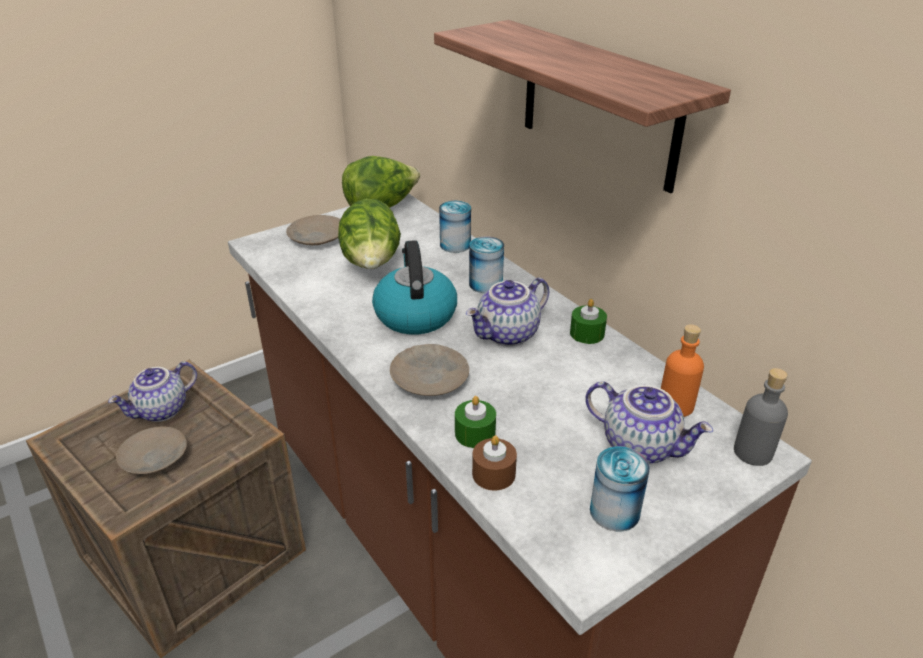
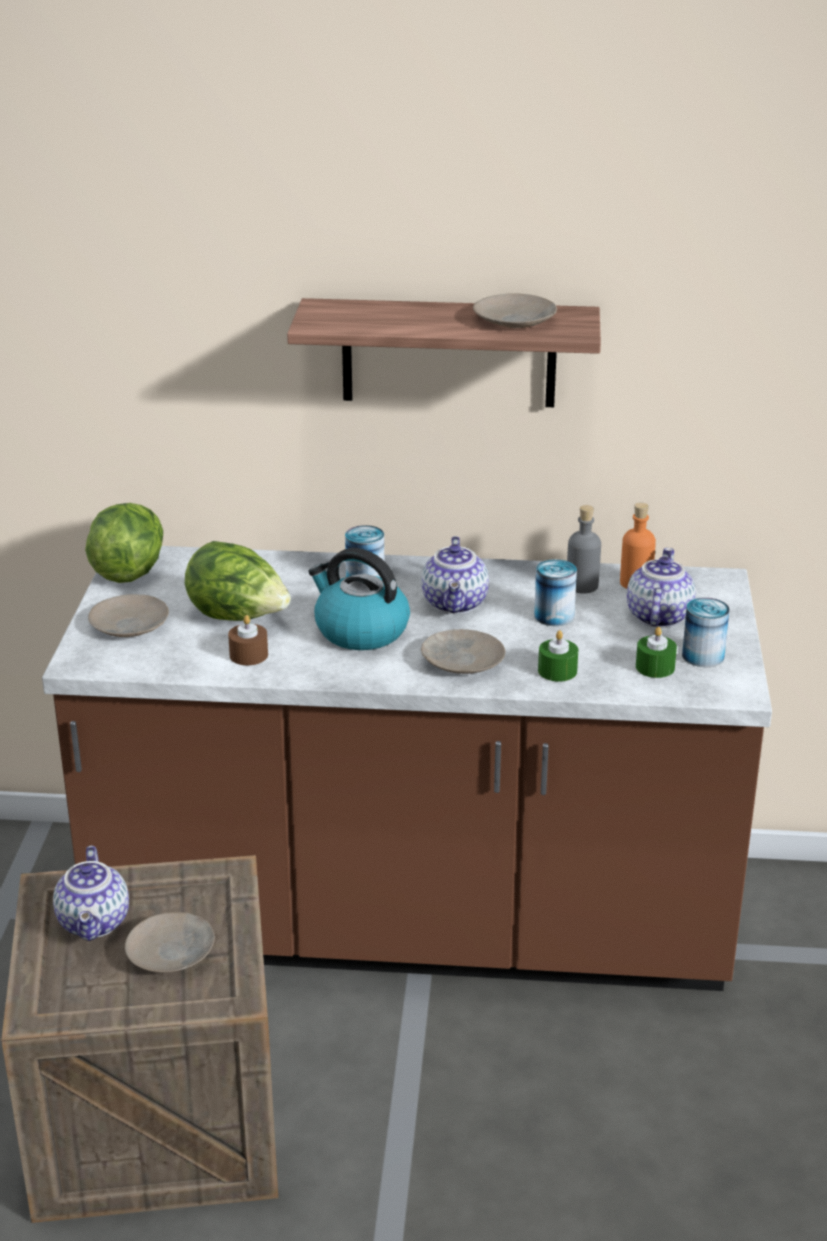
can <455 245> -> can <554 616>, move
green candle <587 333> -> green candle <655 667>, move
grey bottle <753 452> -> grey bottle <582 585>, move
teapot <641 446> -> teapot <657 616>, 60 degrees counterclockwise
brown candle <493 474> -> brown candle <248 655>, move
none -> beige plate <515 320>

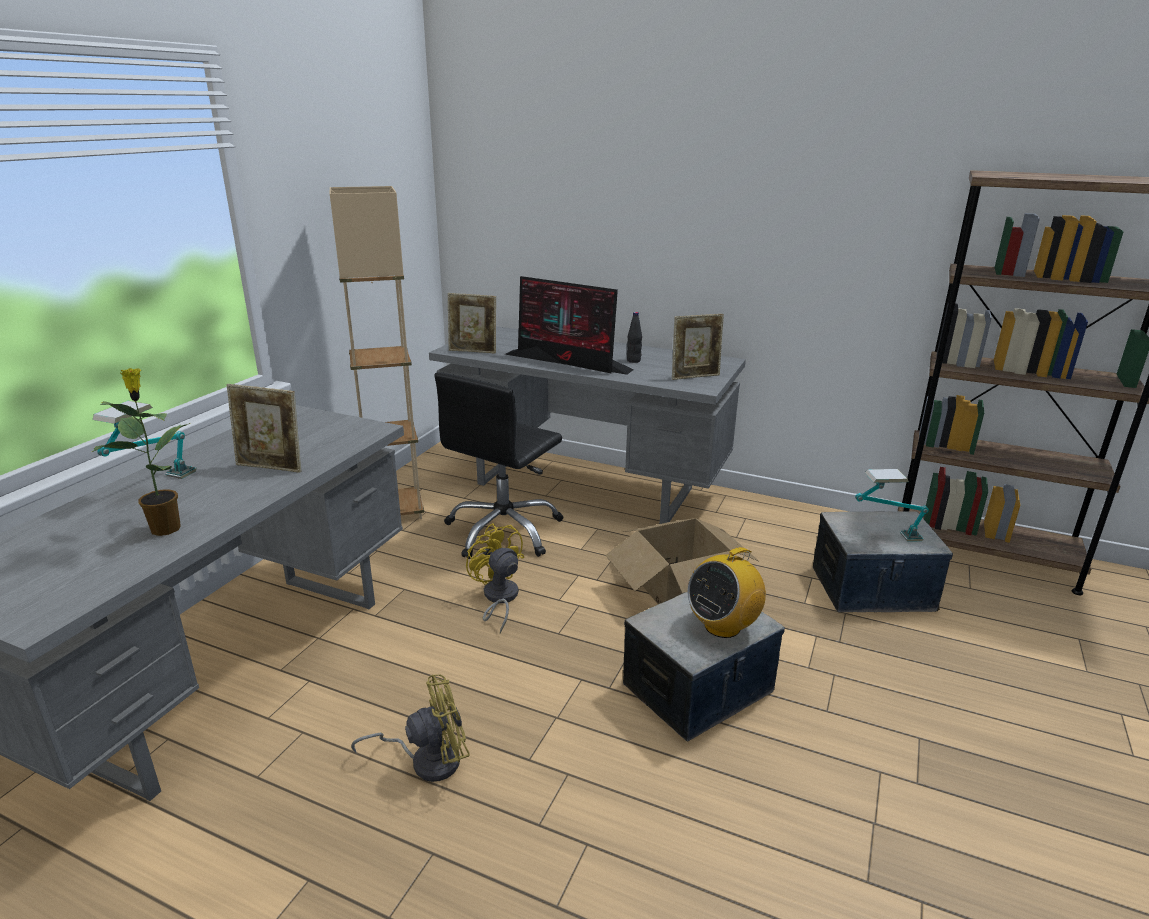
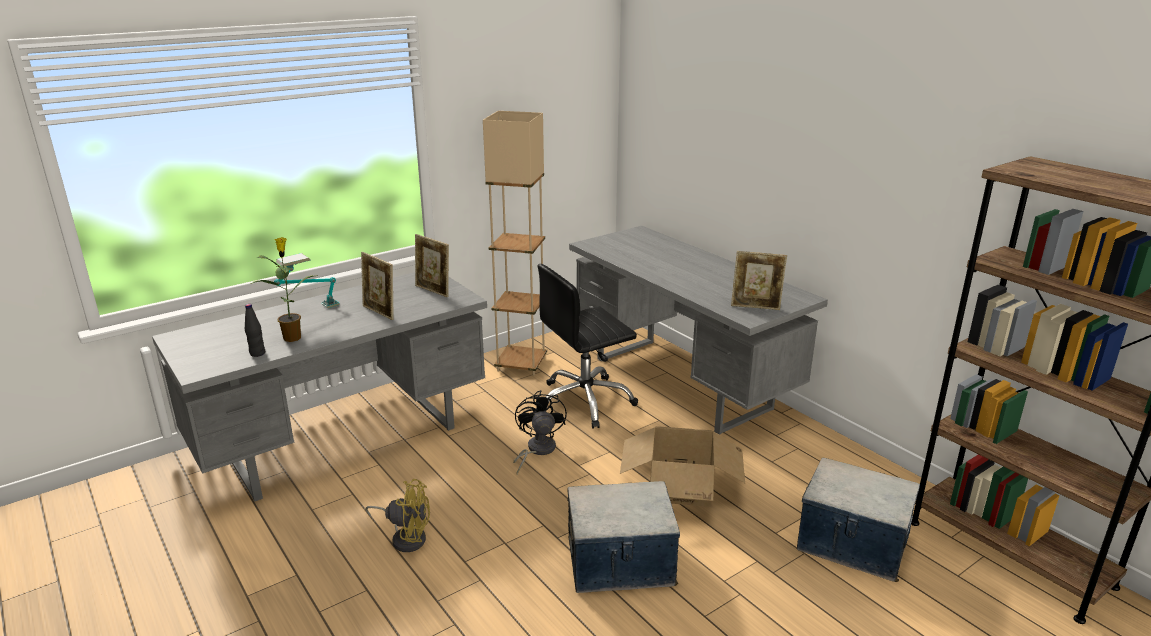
monitor <569 362> -> none
picture frame <473 351> -> picture frame <433 291>, move
black bottle <633 361> -> black bottle <257 353>, move
table lamp <885 537> -> none
yellow fan <498 599> -> black fan <537 450>
radio <722 626> -> none

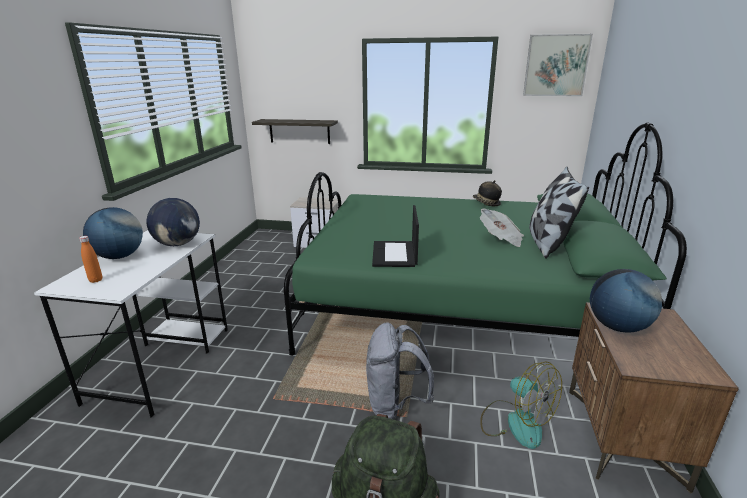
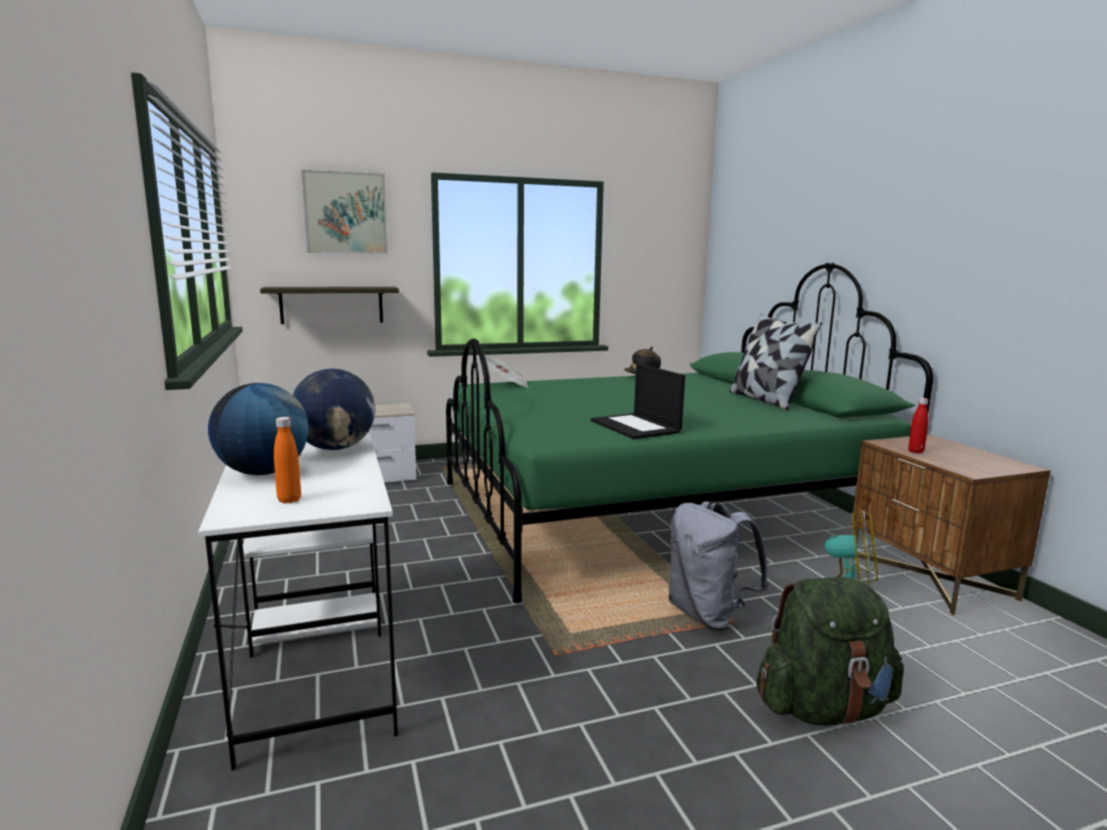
picture <556 65> -> picture <345 213>, move
newspaper <501 239> -> newspaper <505 385>, move
globe <618 327> -> red bottle <915 451>

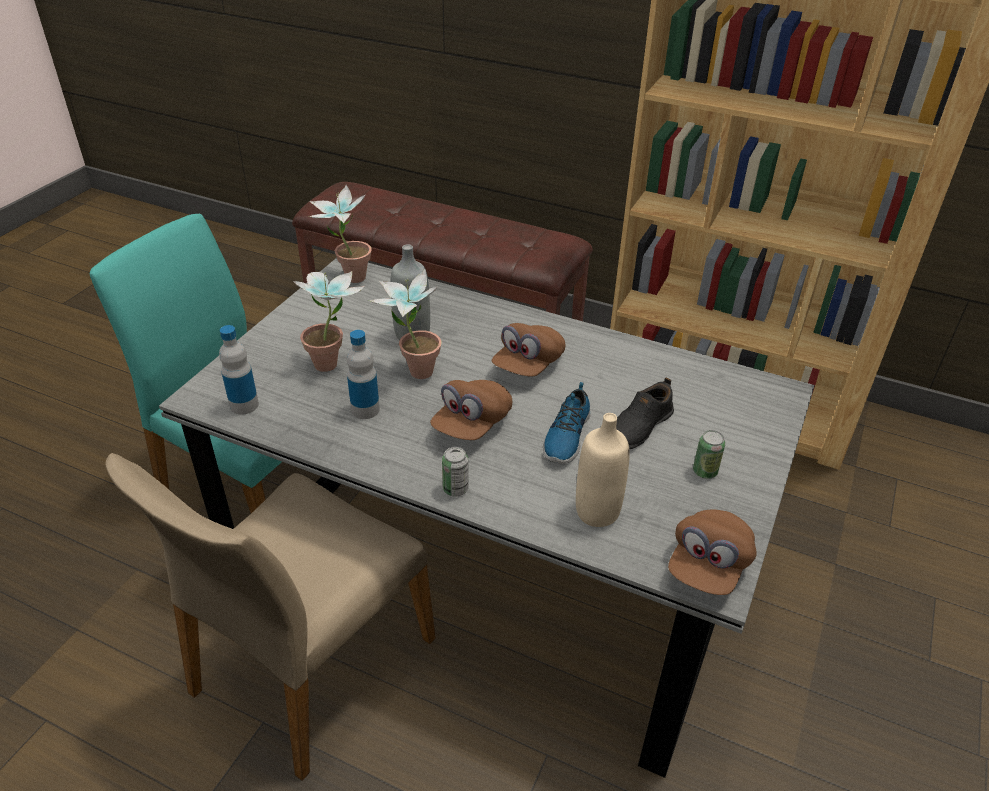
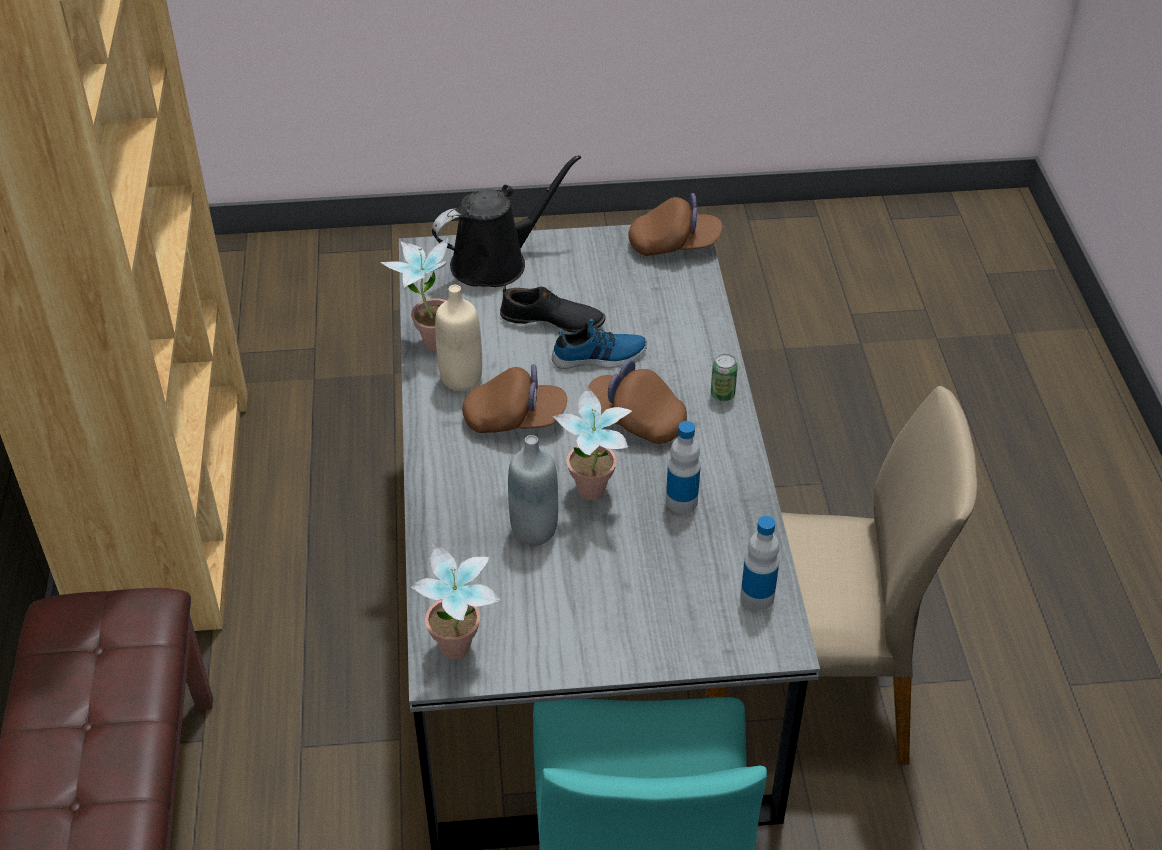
potted plant <334 363> -> potted plant <429 338>, move
brown cap <472 424> -> brown cap <636 420>, 150 degrees counterclockwise
beige bottle <597 512> -> beige bottle <461 378>, move
can <705 471> -> none
none -> black watering can <496 262>

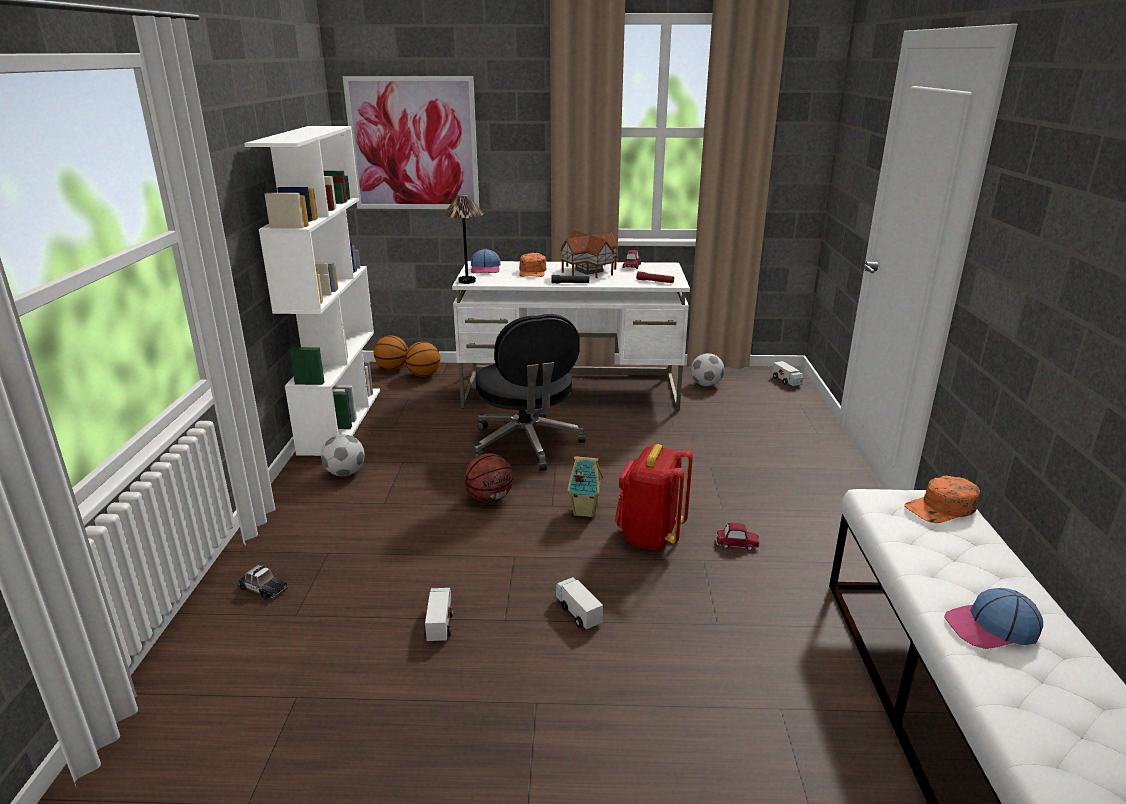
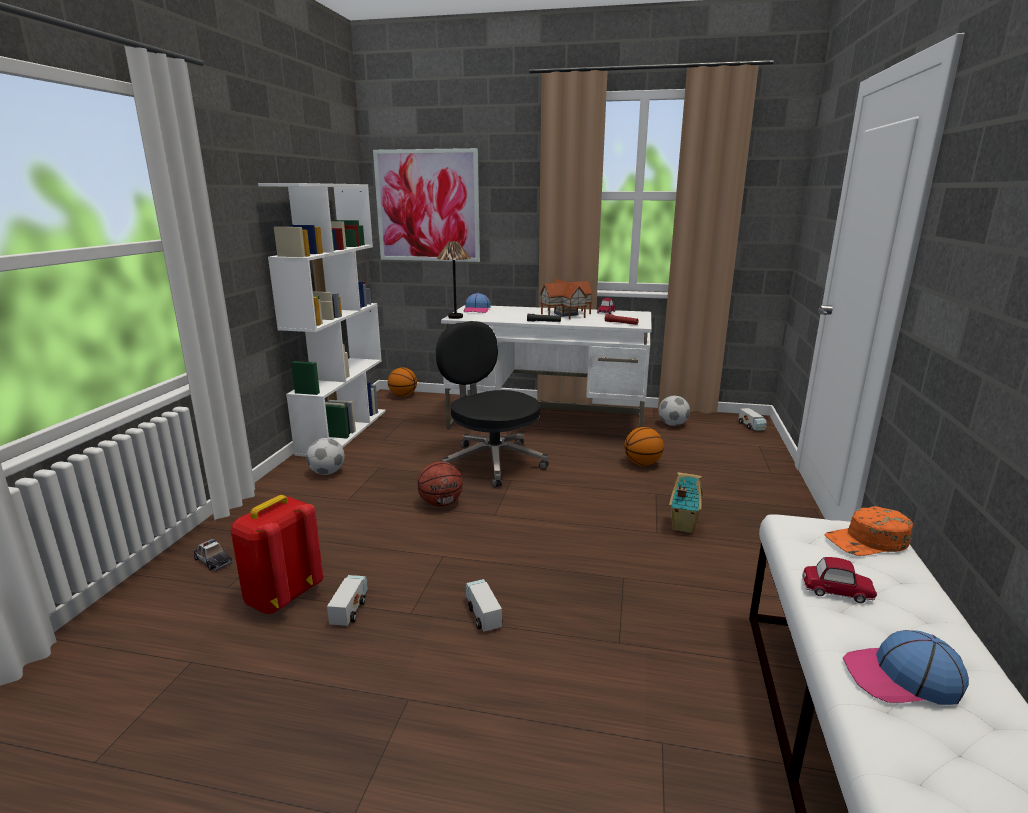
orange cap <532 272> -> none
black office chair <527 444> -> black office chair <492 461>, 150 degrees clockwise
basketball <423 375> -> basketball <642 463>, move
red backpack <650 537> -> red backpack <282 596>, move
toy house <584 511> -> toy house <682 527>, move
toy car <737 543> -> toy car <836 590>, move

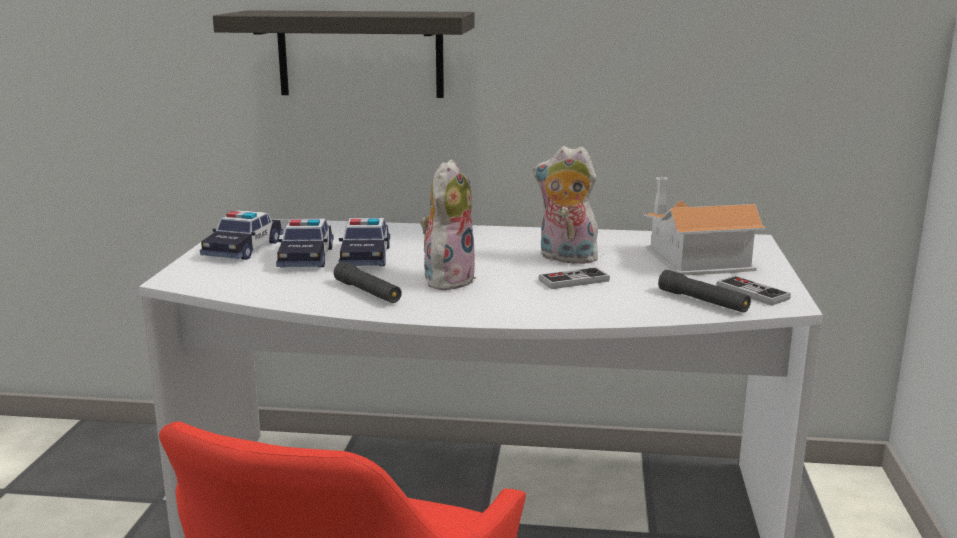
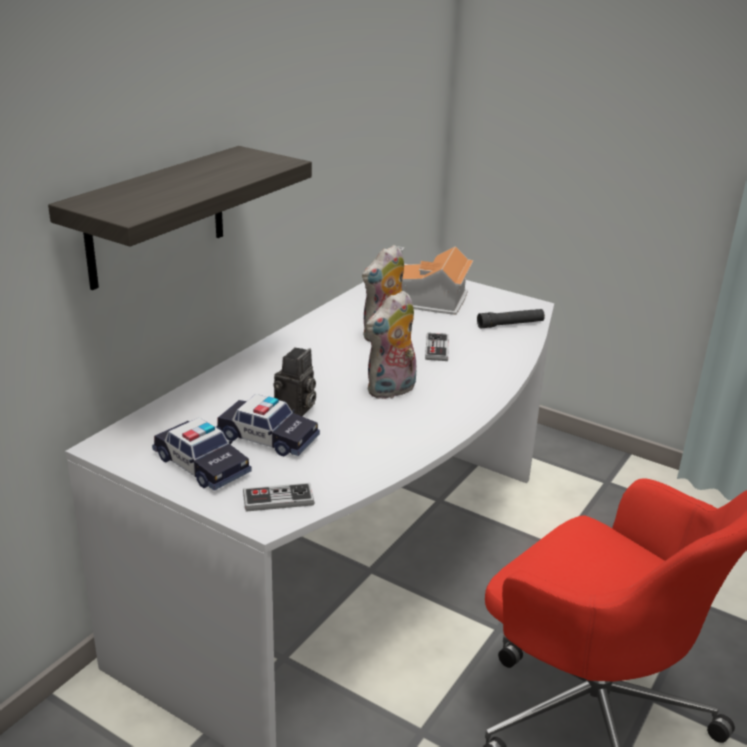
plush toy <447 279> -> plush toy <392 391>, 90 degrees counterclockwise
toy car <366 256> -> photo camera <295 410>
black flashlight <368 292> -> none
game controller <752 293> -> game controller <278 499>, move

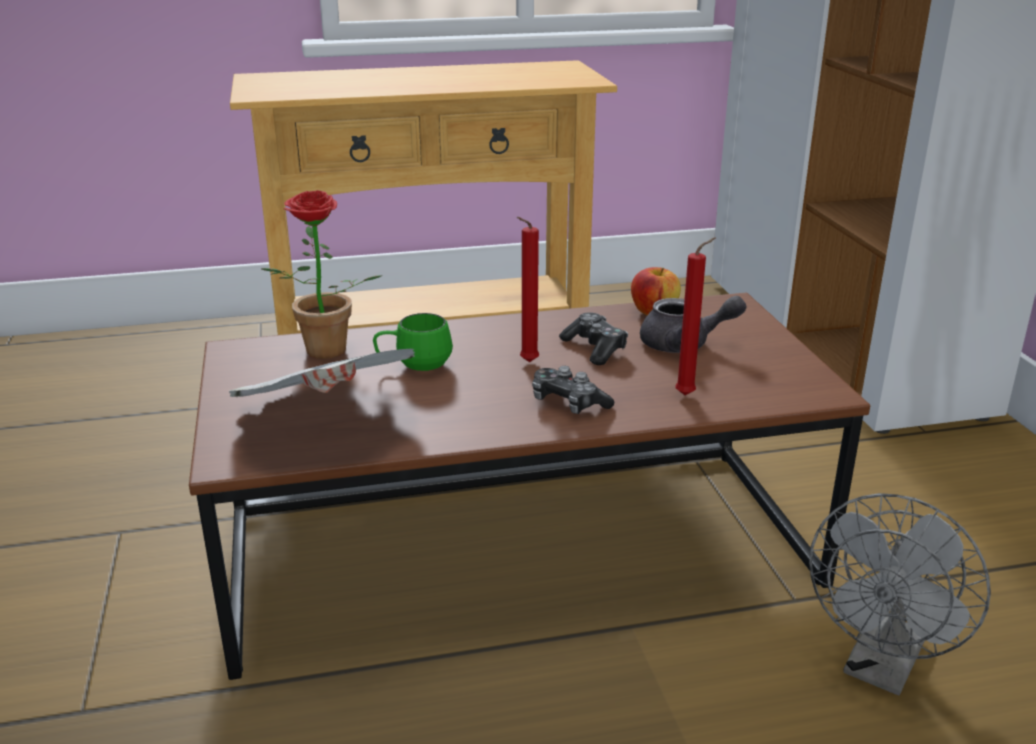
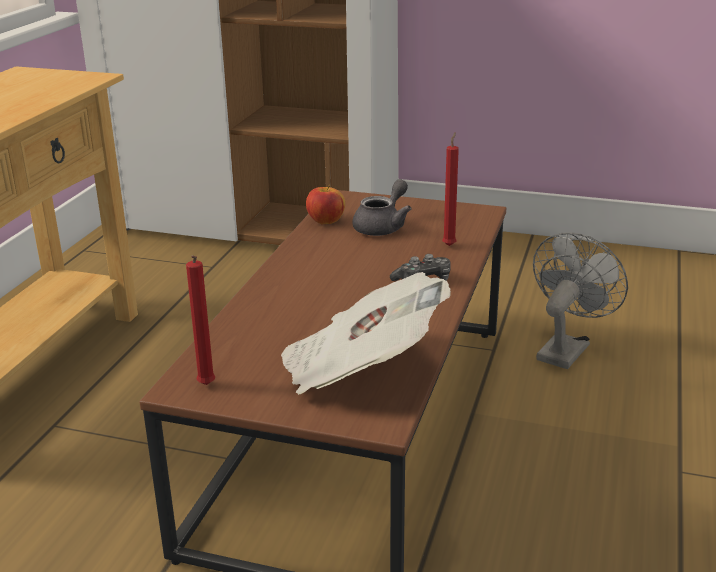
potted plant <322 354> -> none
red candle <526 363> -> red candle <206 386>, move
game controller <595 348> -> none
green mug <414 366> -> none
grey fan <881 668> -> grey fan <566 348>, 120 degrees counterclockwise

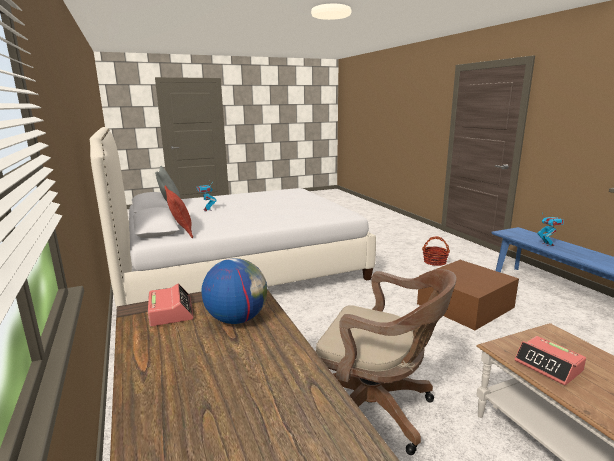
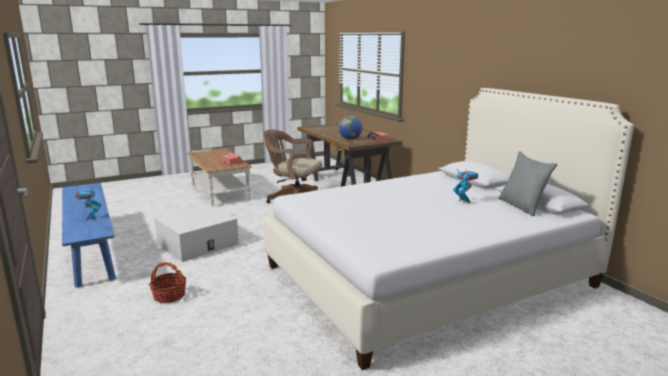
pillow <180 228> -> none
brown storage box <465 305> -> white storage box <197 243>

